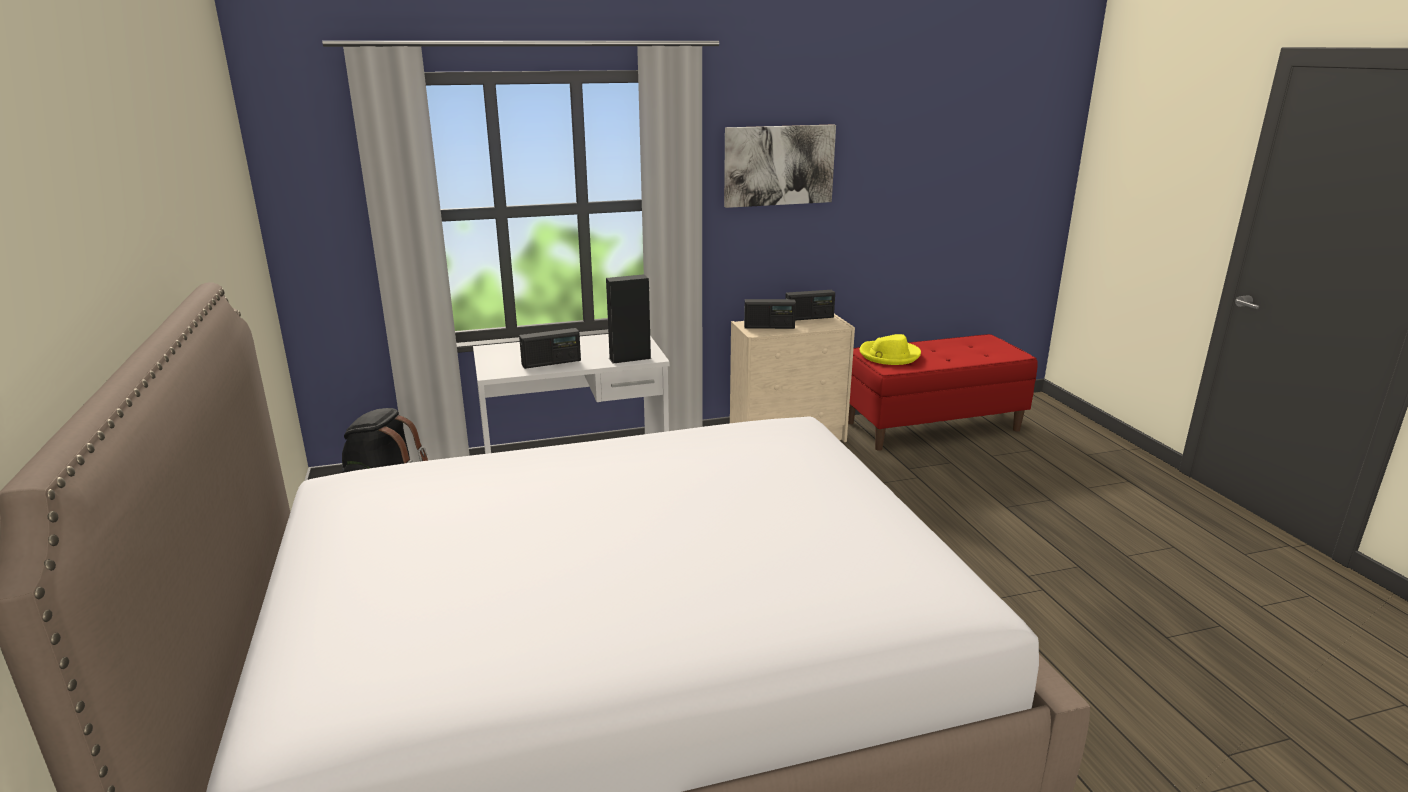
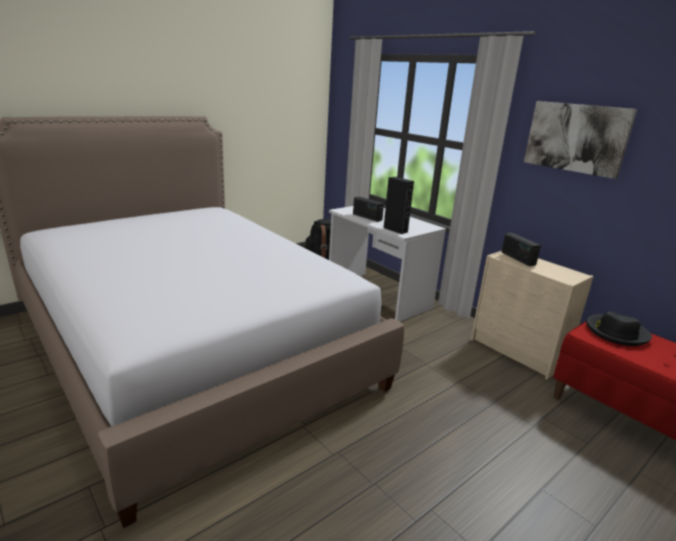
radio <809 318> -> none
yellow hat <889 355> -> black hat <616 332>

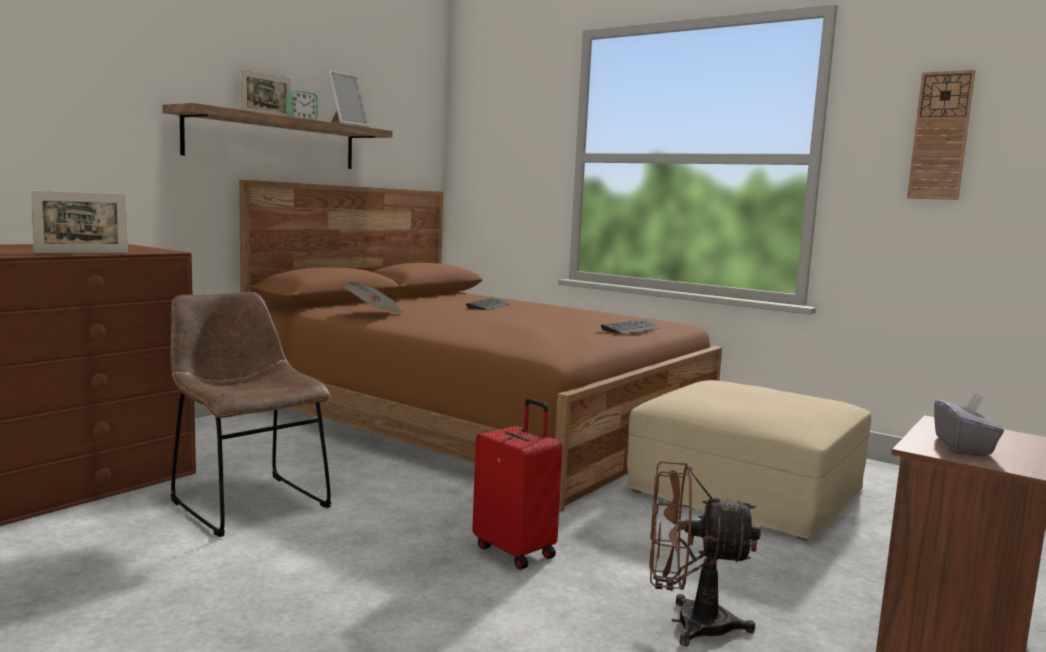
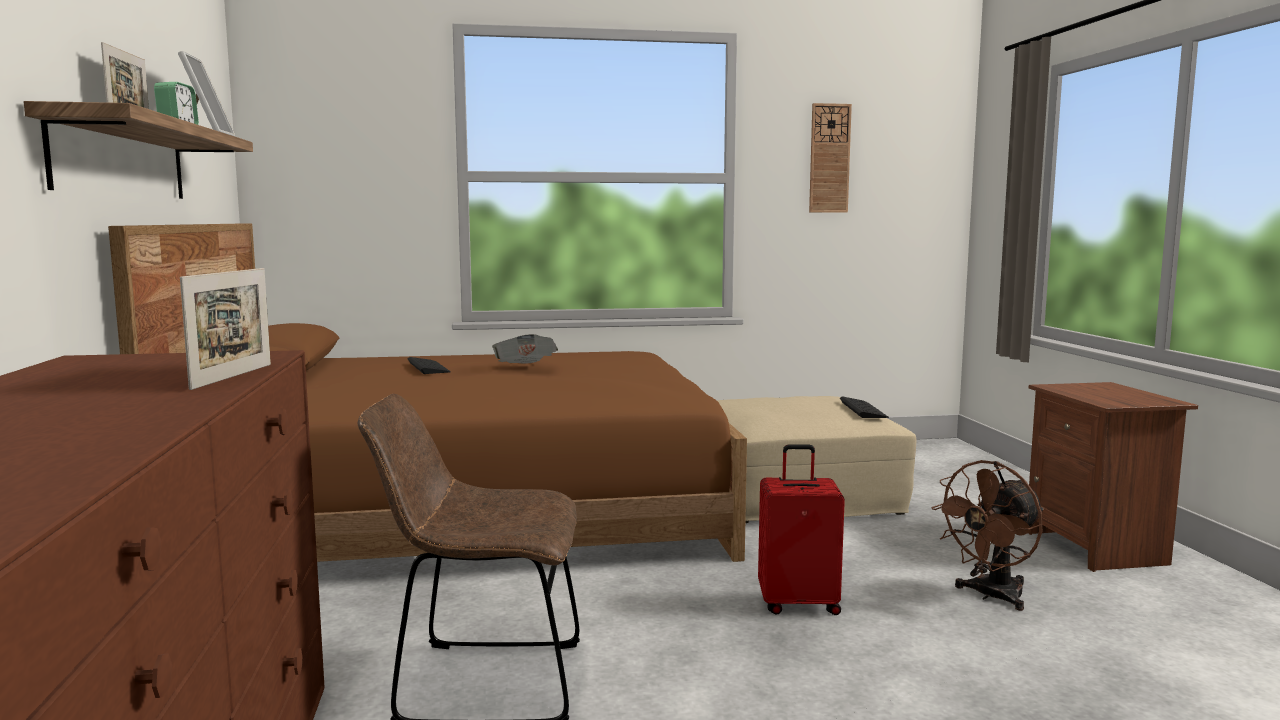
newspaper <374 314> -> newspaper <525 368>, move
keyboard <631 329> -> keyboard <863 409>, move
grey tissue box <964 445> -> none

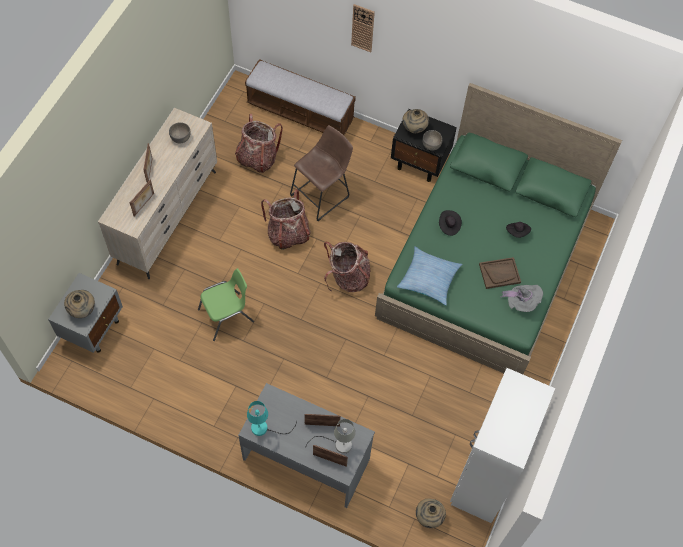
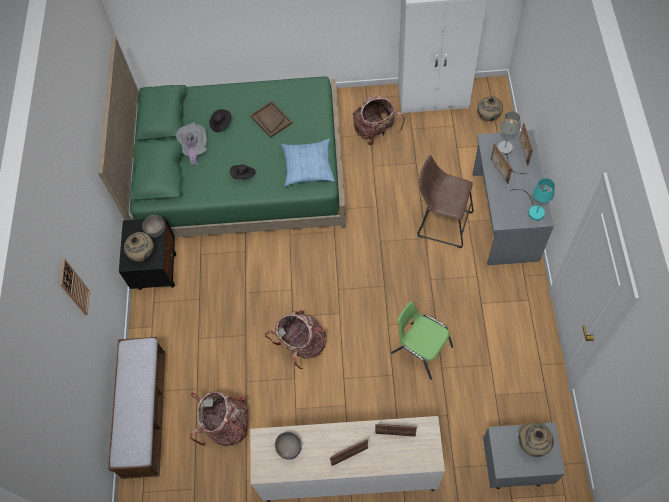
brown stool <322 194> -> brown stool <441 223>, move
backpack <348 277> -> backpack <375 131>, move
grey hat <522 302> -> grey hat <194 148>, move

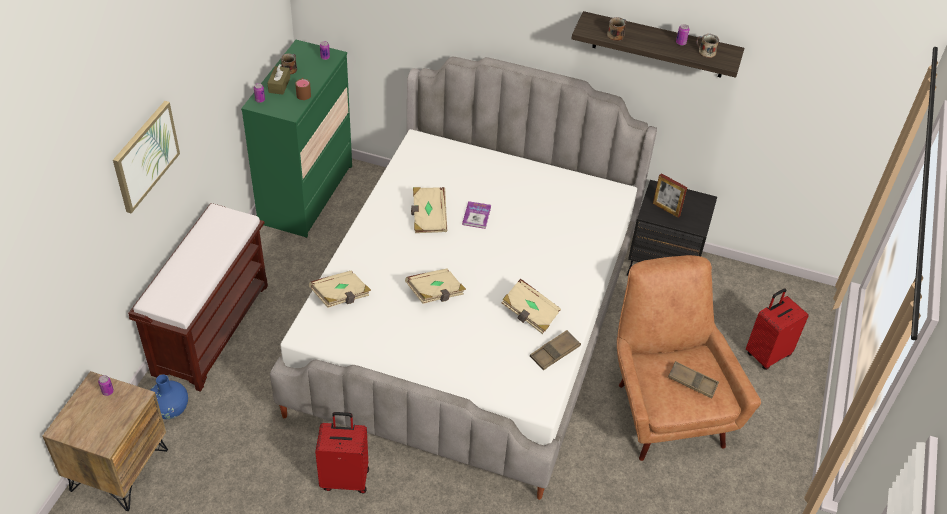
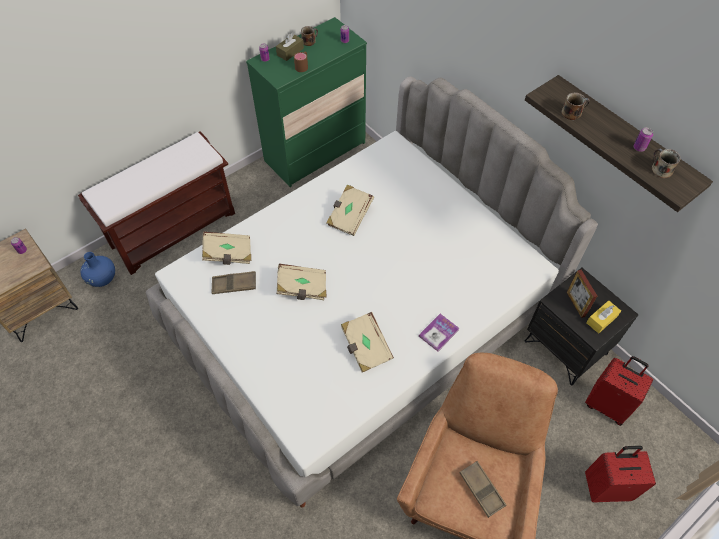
picture <145 156> -> none
book <476 216> -> book <438 333>, move
brown tray <555 352> -> brown tray <234 285>, move
red suitcase <345 478> -> red suitcase <607 404>, move
none -> yellow tissue box <601 320>

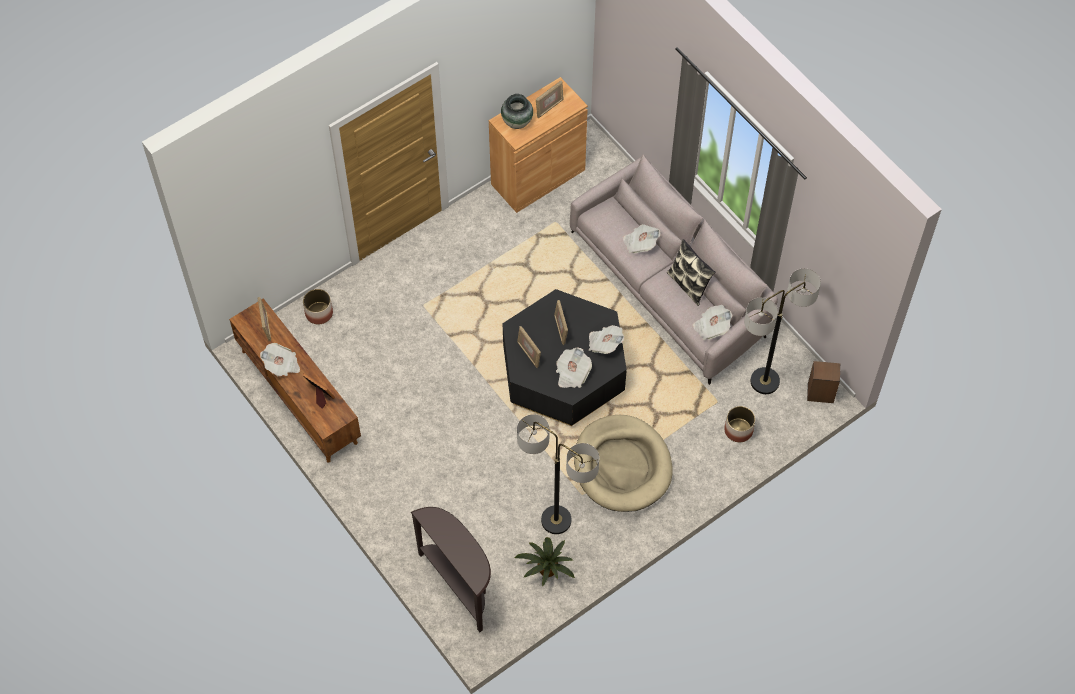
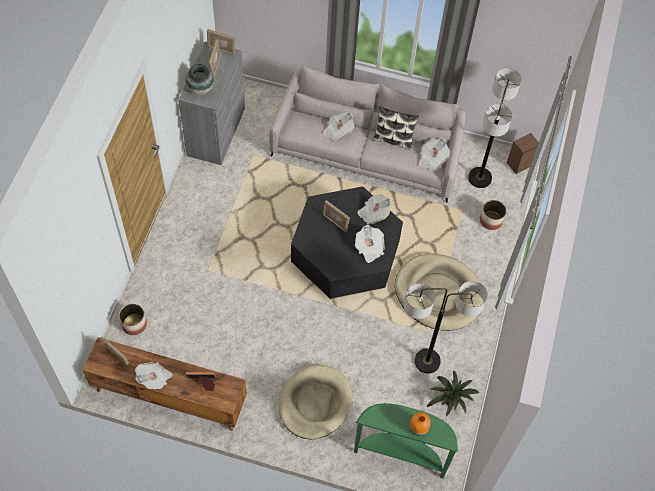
brown cabinet <538 177> -> grey cabinet <216 132>
picture frame <528 354> -> picture frame <221 50>, move
brown console table <460 585> -> green console table <401 454>
none -> beige dog bed <315 403>
none -> orange vase <419 428>

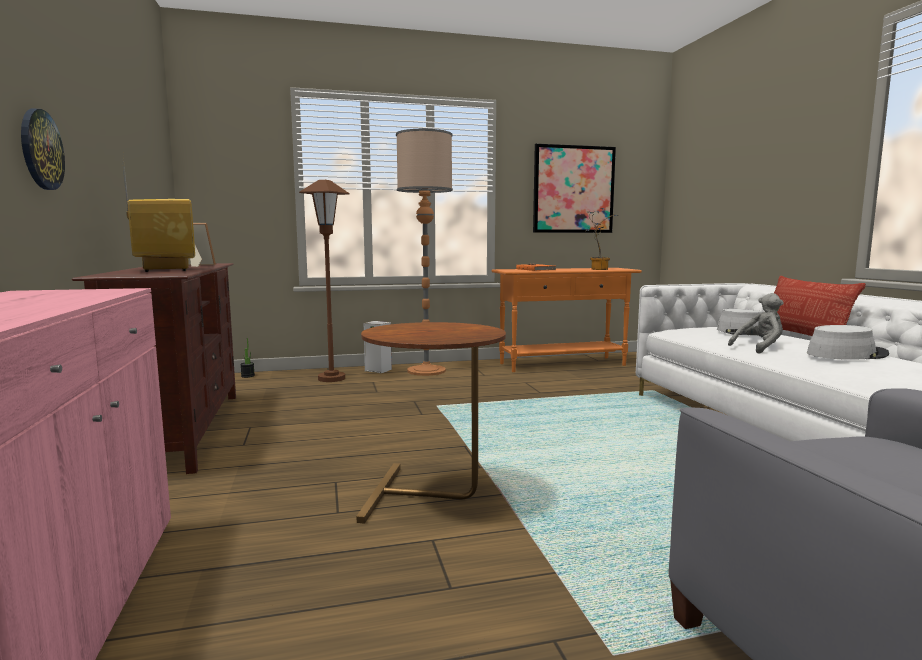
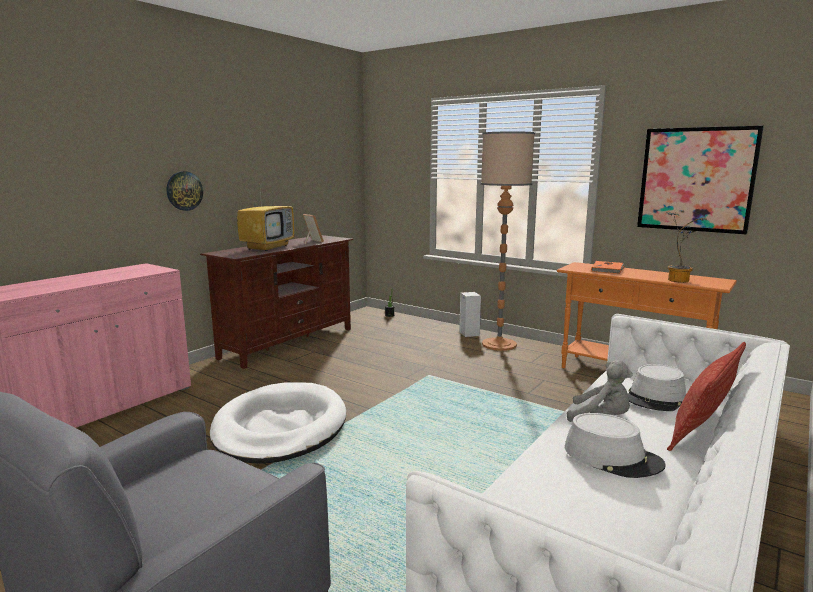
brown floor lamp <331 378> -> none
brown side table <432 497> -> white dog bed <280 428>

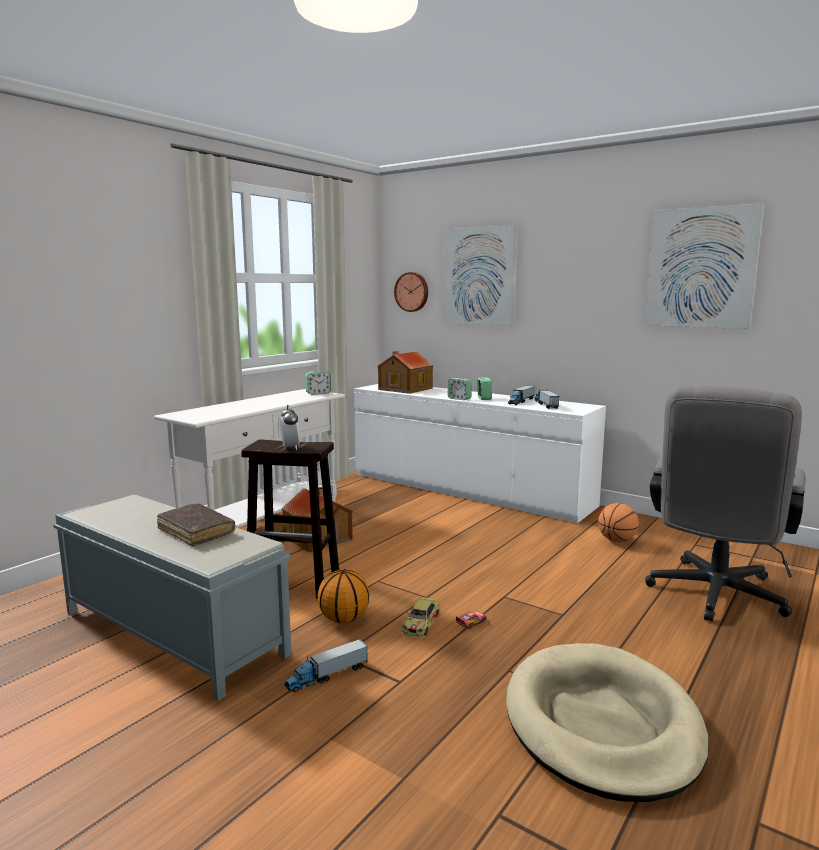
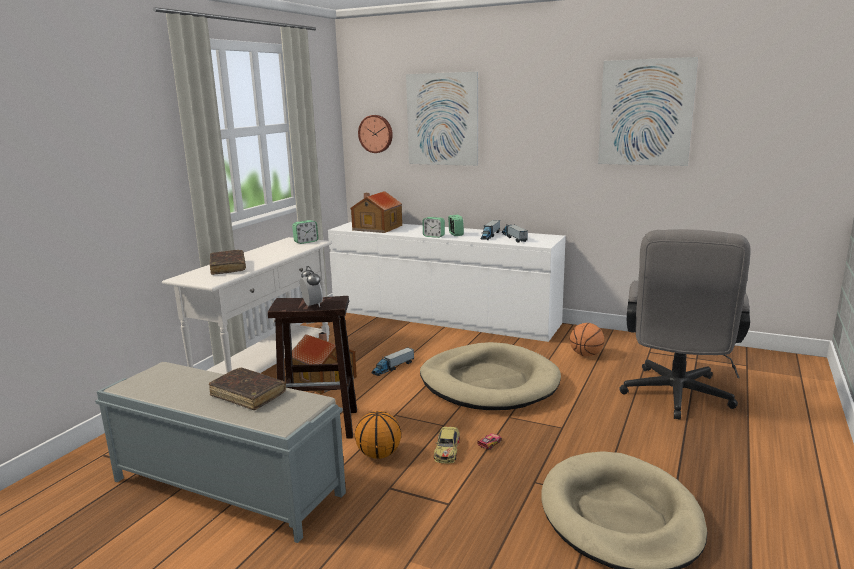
toy truck <327 676> -> toy truck <393 367>, move
none -> brown book <228 267>
none -> beige dog bed <489 382>

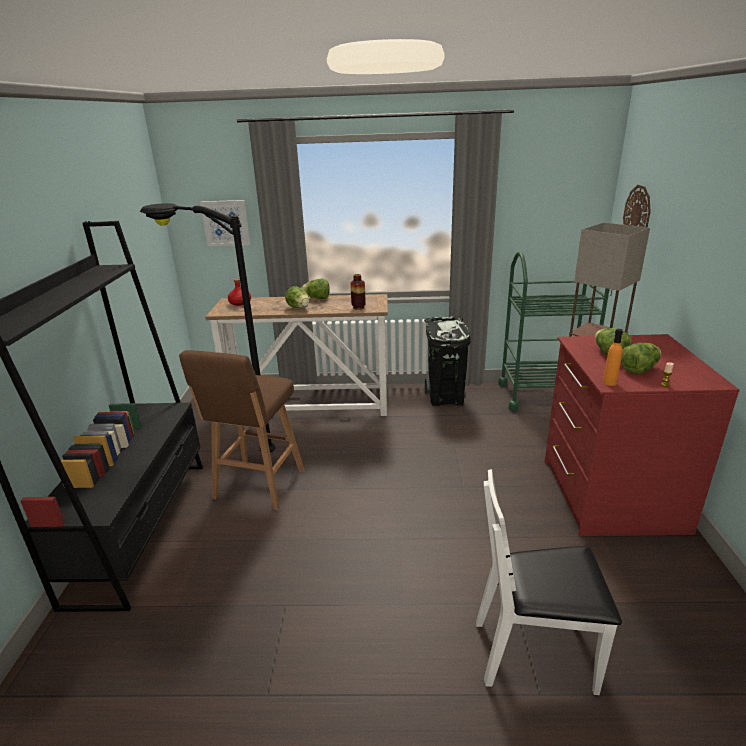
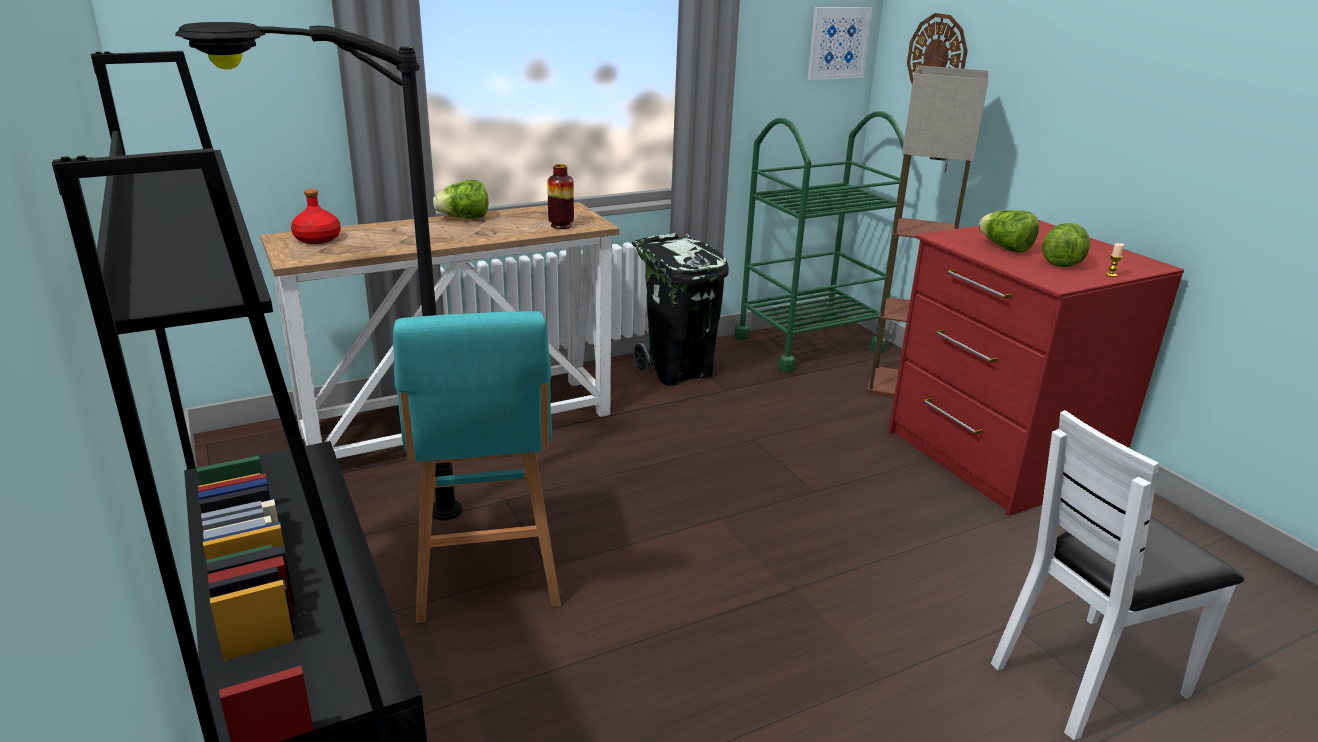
picture <226 223> -> picture <838 43>, move
lettuce <299 308> -> none
orange bottle <609 382> -> none
brown stool <258 486> -> turquoise stool <486 577>

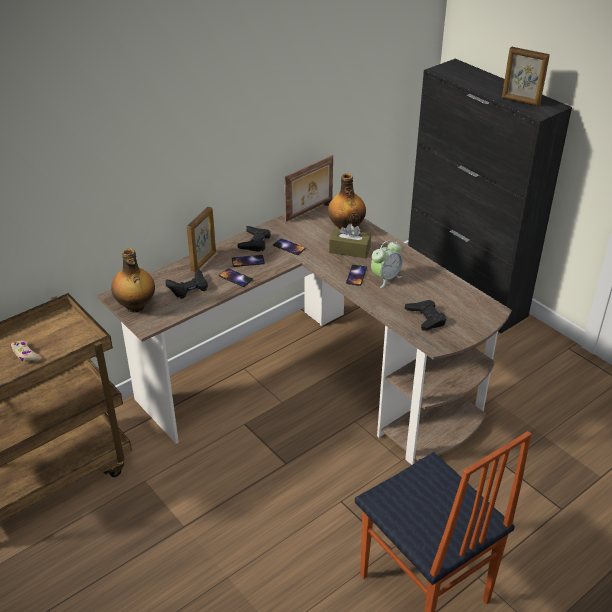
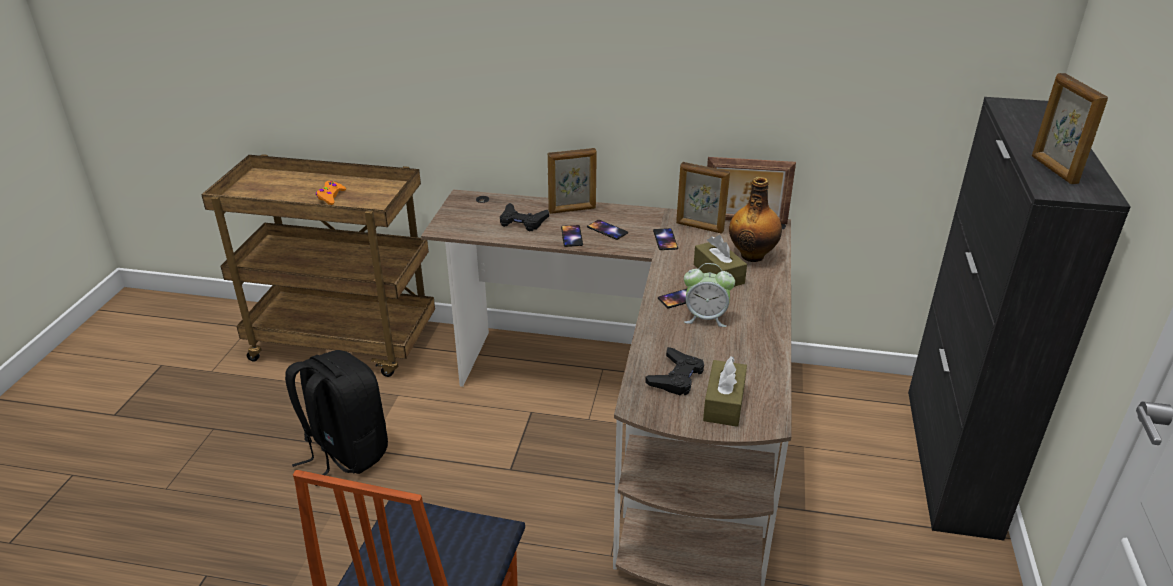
black game controller <255 242> -> none
bottle <135 307> -> none
beige game controller <25 355> -> orange game controller <331 196>
none -> picture frame <699 227>
none -> black backpack <344 452>
none -> brown tissue box <724 403>

